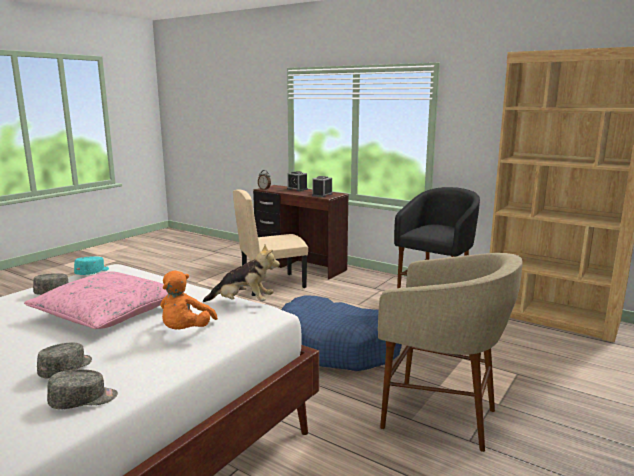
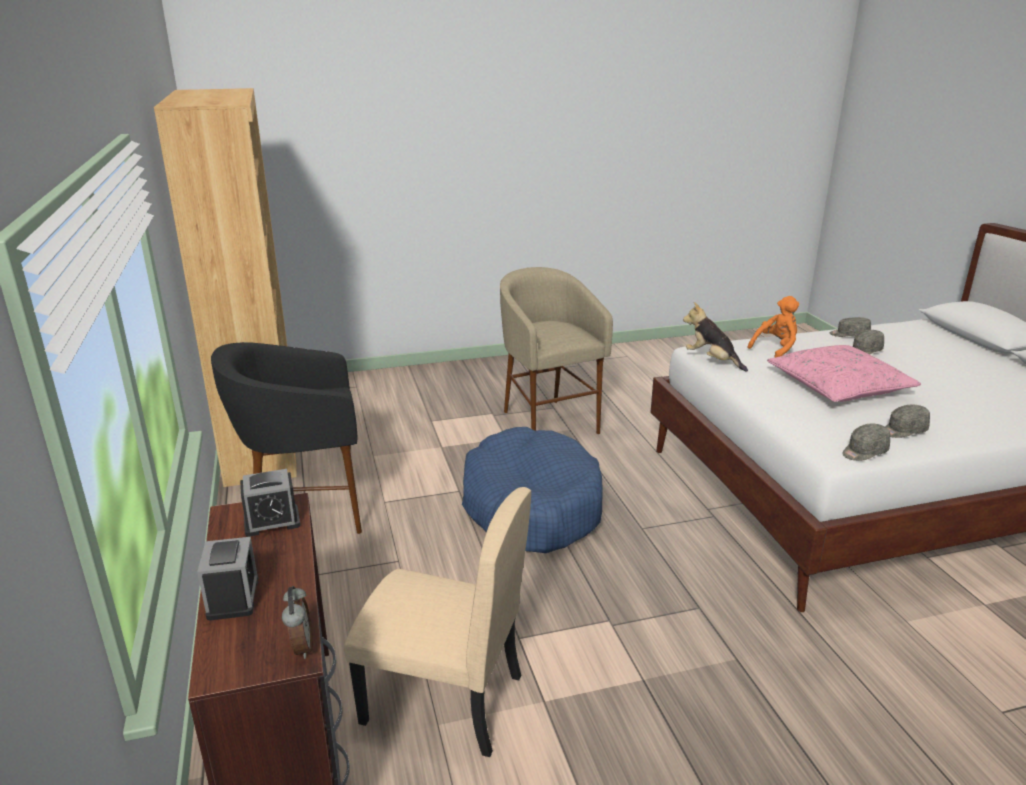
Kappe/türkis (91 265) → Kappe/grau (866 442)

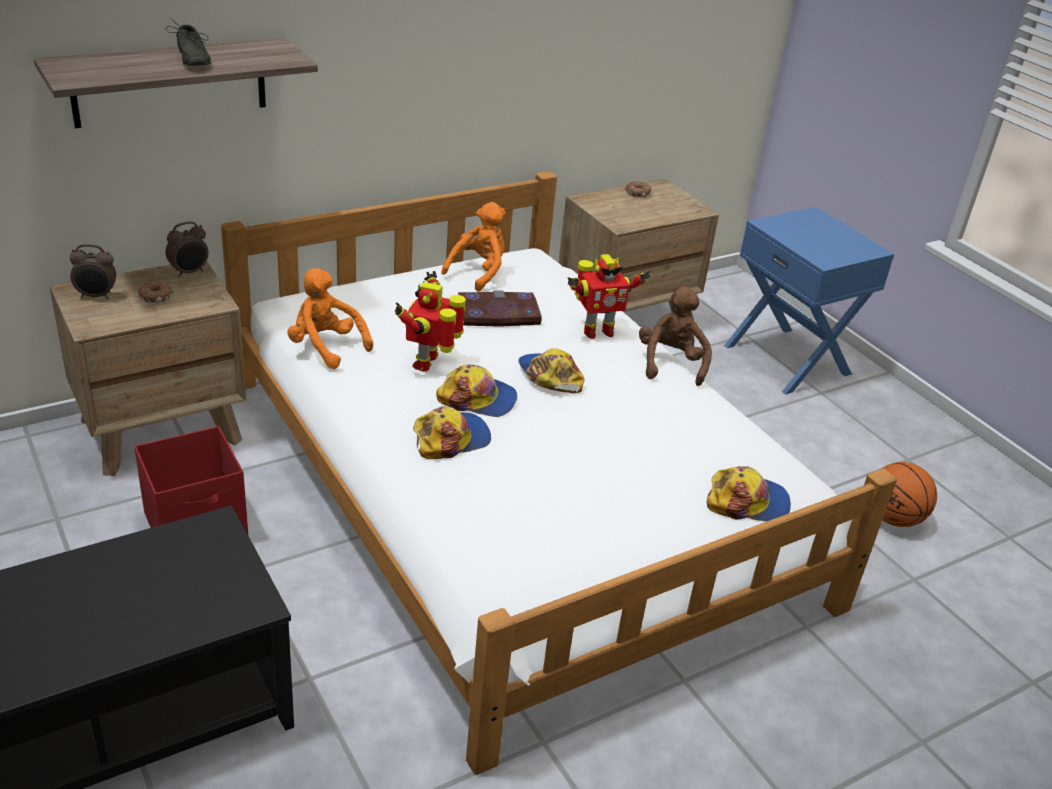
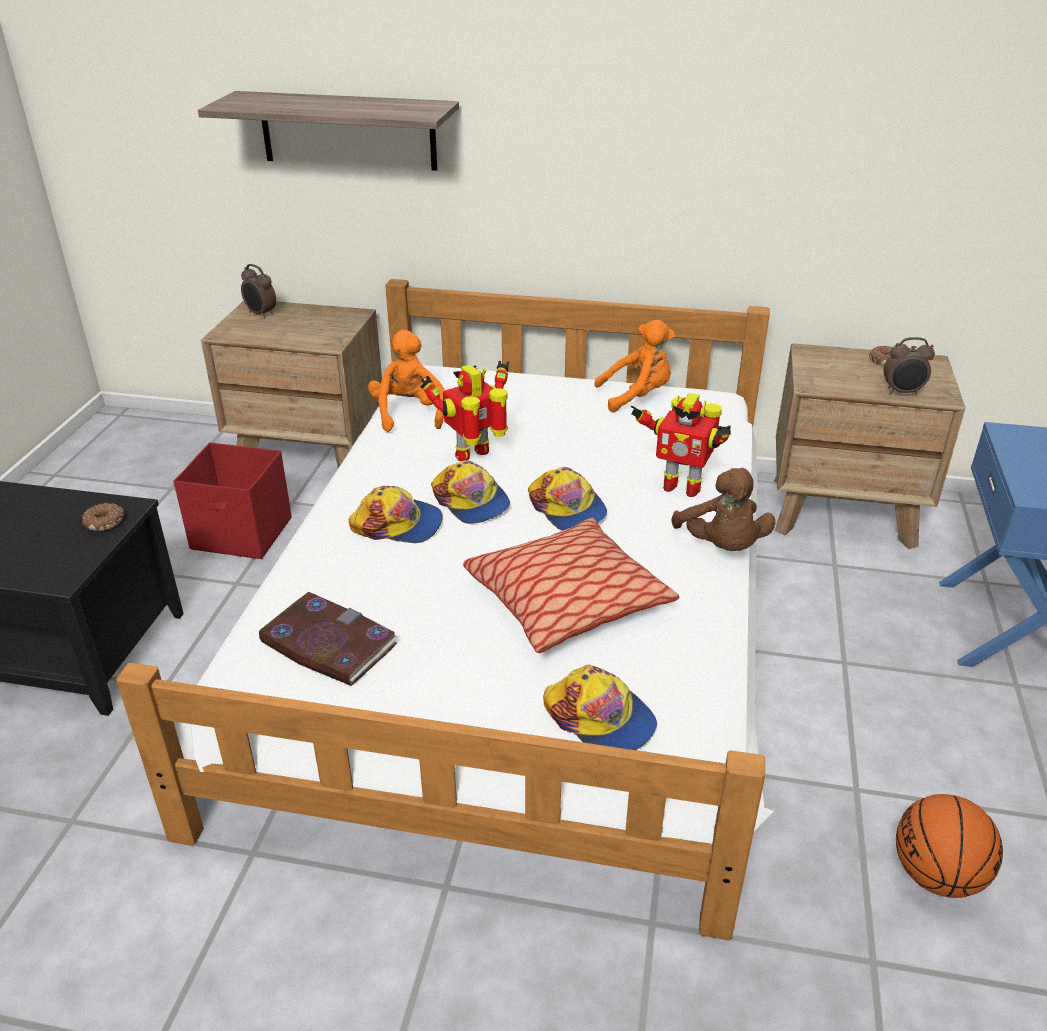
Schuh/grau (188 42) → -
Wecker (187 249) → Wecker (909 366), shifted
Donut (155 291) → Donut (103 517), shifted
Plüschtier/braun (675 336) → Plüschtier/braun (723 509), 120 degrees clockwise
Buch (500 309) → Buch (329 639), shifted
Kappe (551 370) → Kappe (567 499), 135 degrees clockwise
- → Kissen (571 585)

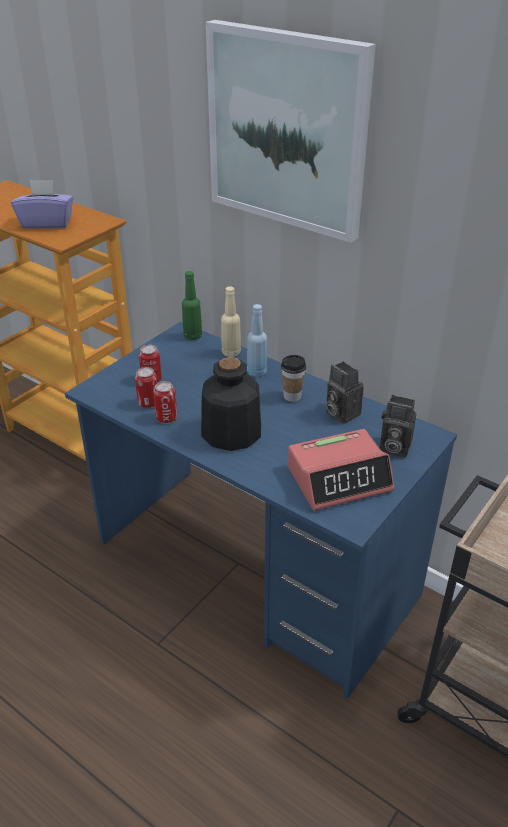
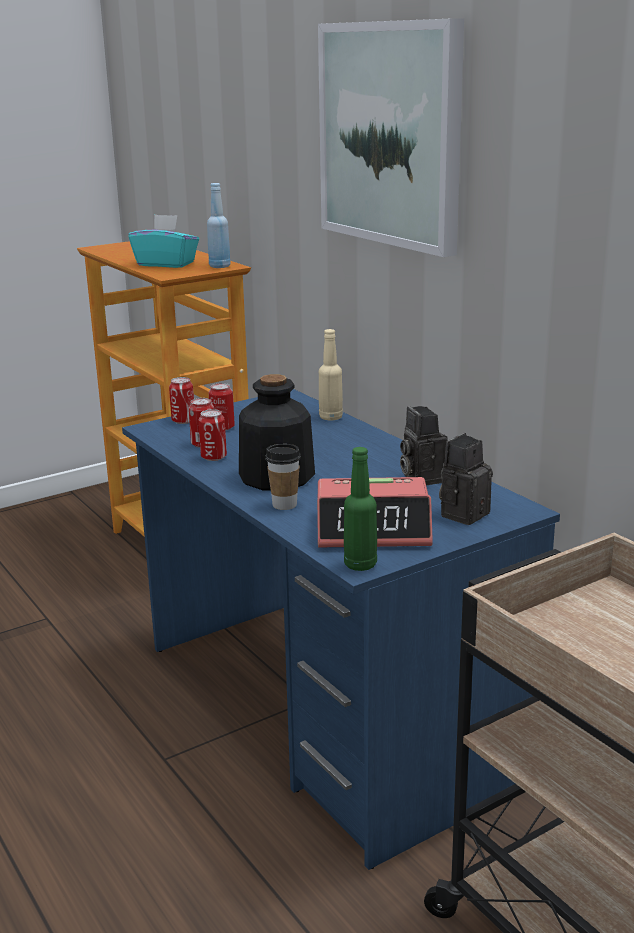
Taschentuchbox/lila (42 204) → Taschentuchbox/türkis (163 241)
Flasche/grün (192 305) → Flasche/grün (360 509), shifted
Flasche/blau (257 340) → Flasche/blau (219 225), shifted
Tasse (293 378) → Tasse (283 477), shifted
Kamera (398 426) → Kamera (466 479), 90 degrees clockwise
- → Dose (181 400)

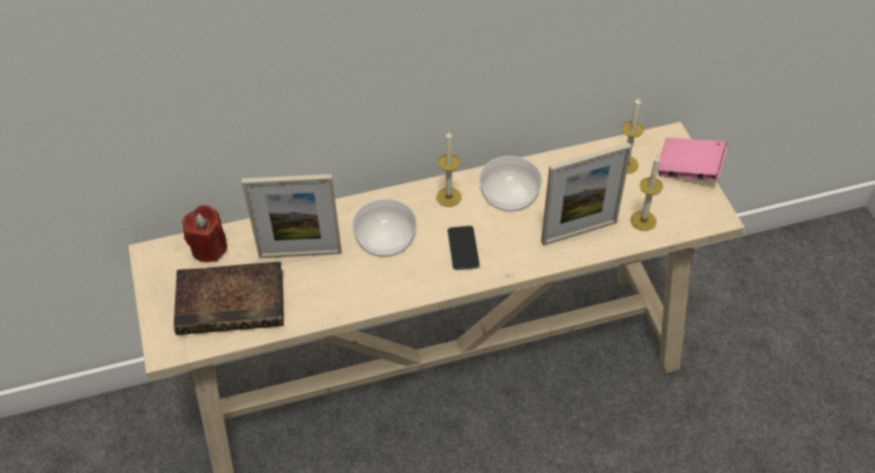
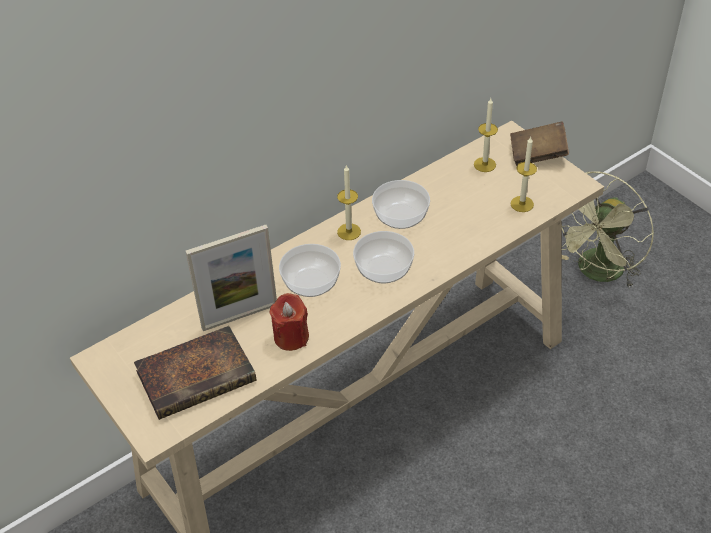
Buch/rosa (692 159) → Buch/braun (539 143)
Bilderrahmen (586 194) → -
Kerze/rot (204 233) → Kerze/rot (289 322), shifted
Handy (464 248) → Schüssel (383 257)
- → Ventilator/grün (607 230)

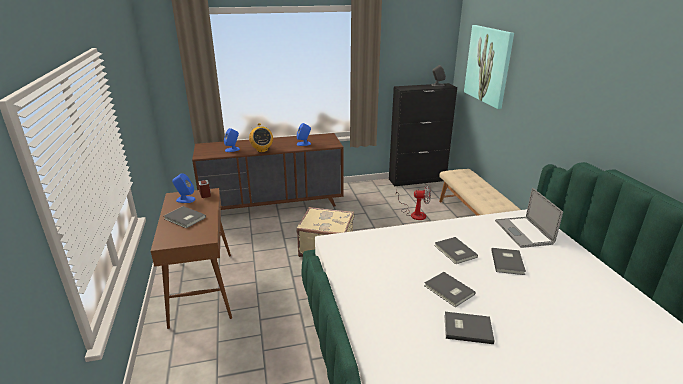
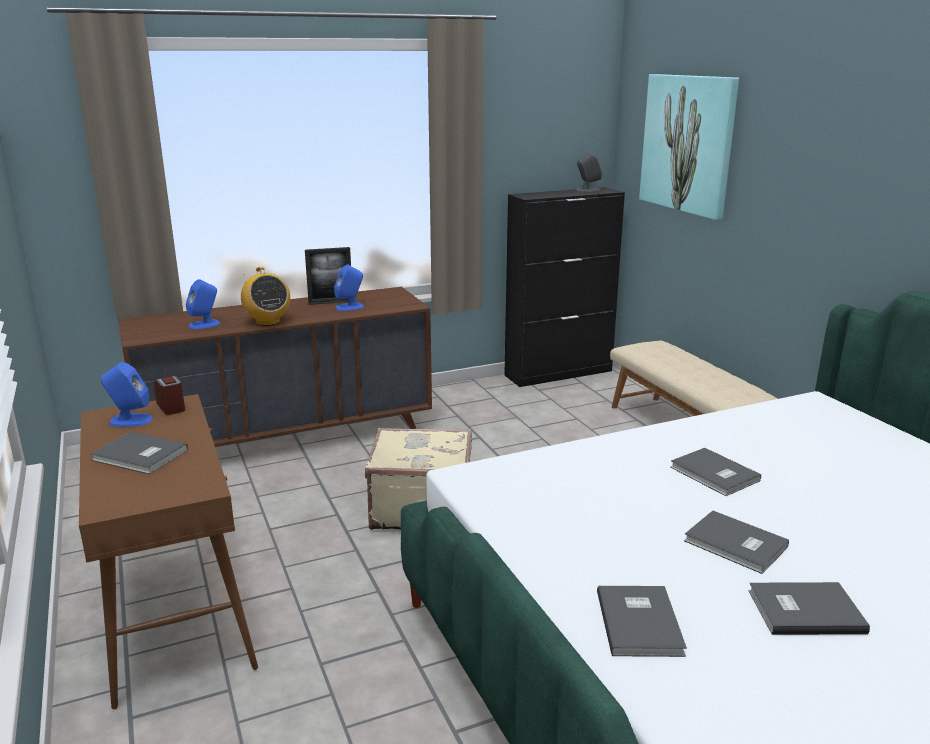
Ventilator (413 202) → -
Laptop (529 218) → -
Buch/grau (508 261) → Buch/grau (642 621), shifted
- → Bilderrahmen (328 276)

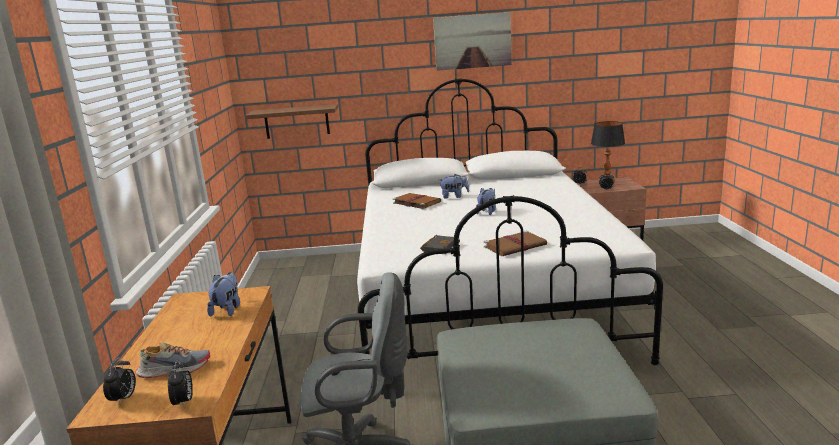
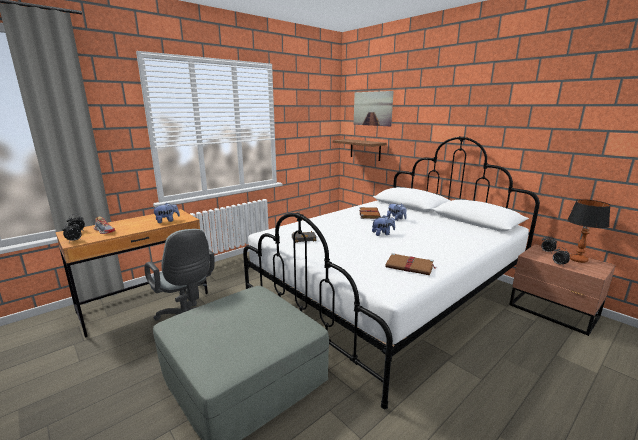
Bild (472 41) → Bild (374 108), shifted
Buch/braun (515 243) → Buch/braun (411 264), shifted

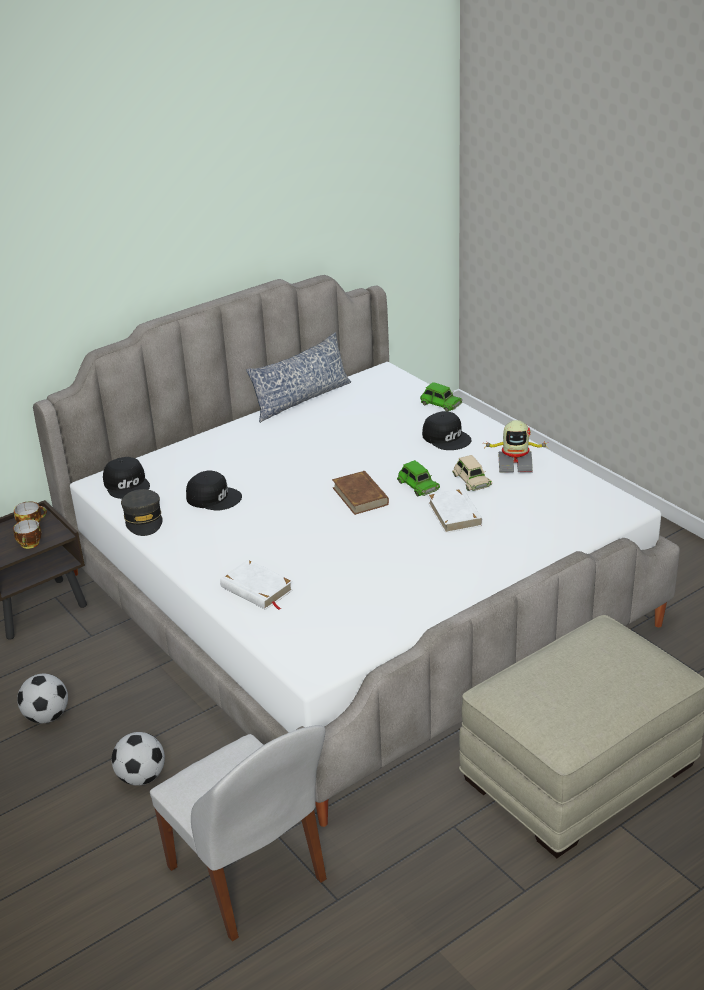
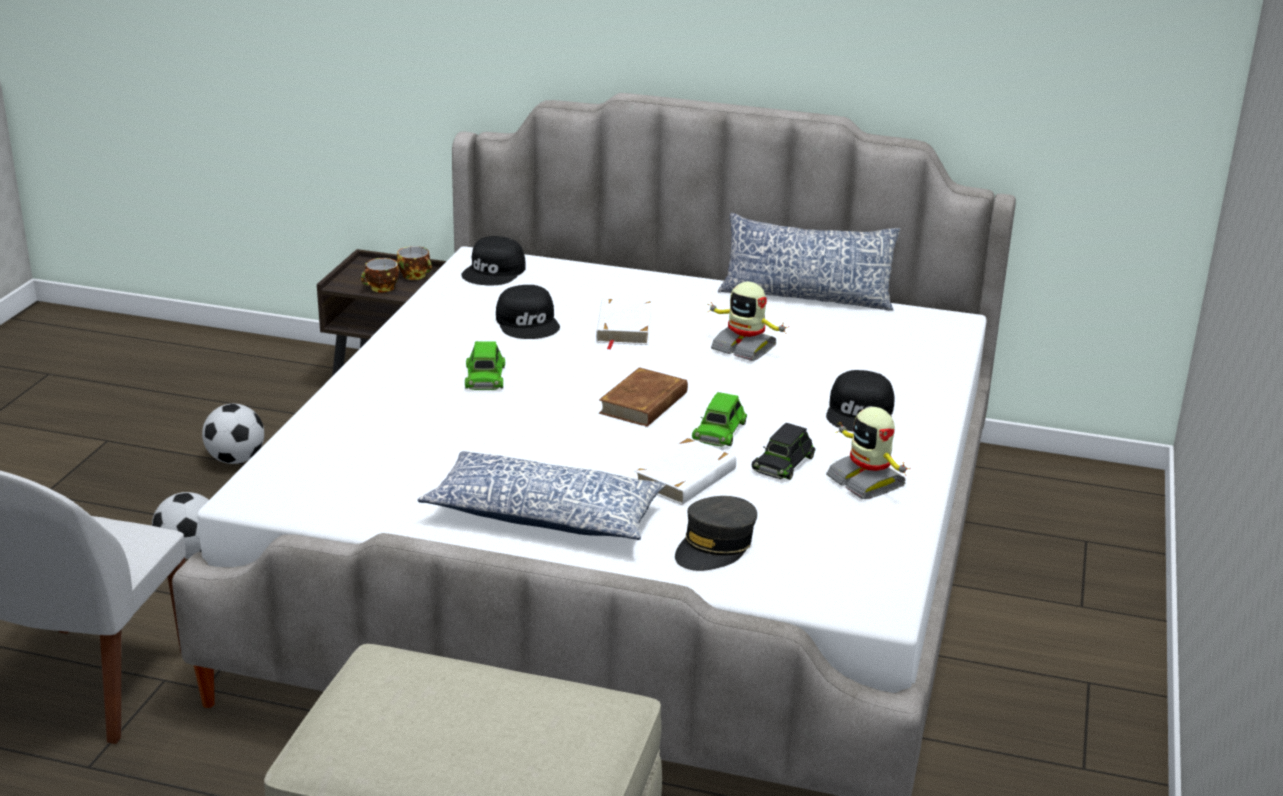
Spielzeugauto/grün (441 397) → Spielzeugauto/grün (485 365), shifted
Spielzeugauto/beige (472 473) → Spielzeugauto/schwarz (783 451)
Kappe/grau (142 512) → Kappe/grau (716 533), shifted
Buch/weiß (256 585) → Buch/weiß (624 324), shifted
- → Spielzeugroboter (747 321)
- → Kissen (542 495)

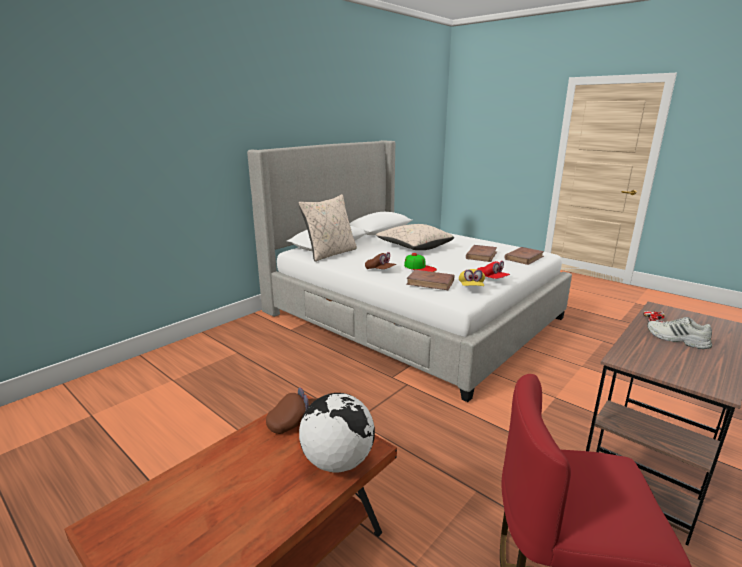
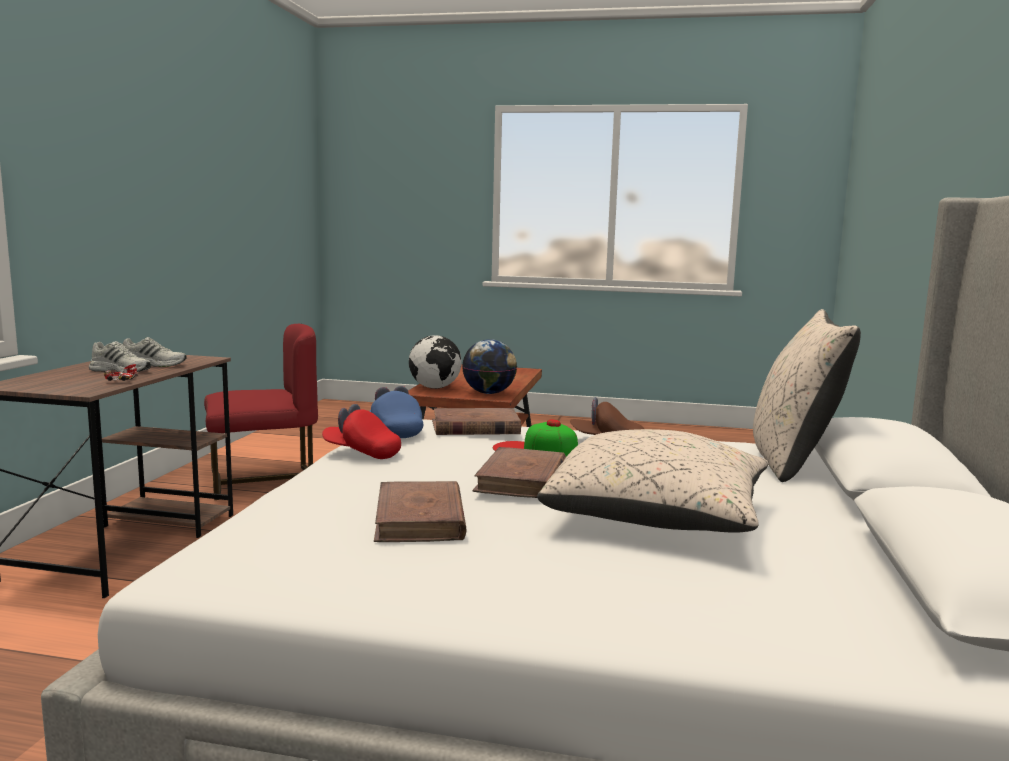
Buch/braun (524 256) → Buch/braun (519 472), shifted
Kappe/gelb (472 277) → Kappe/blau (396 412)
Kappe/braun (291 411) → Globus (489 366)
- → Schuh/weiß (155 352)

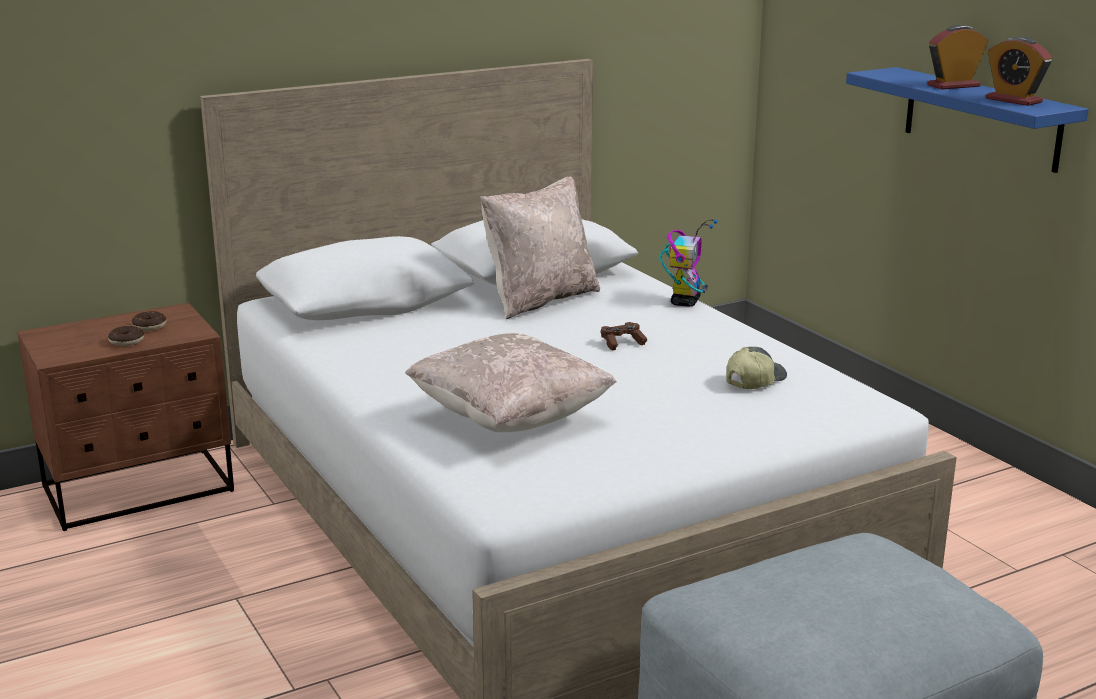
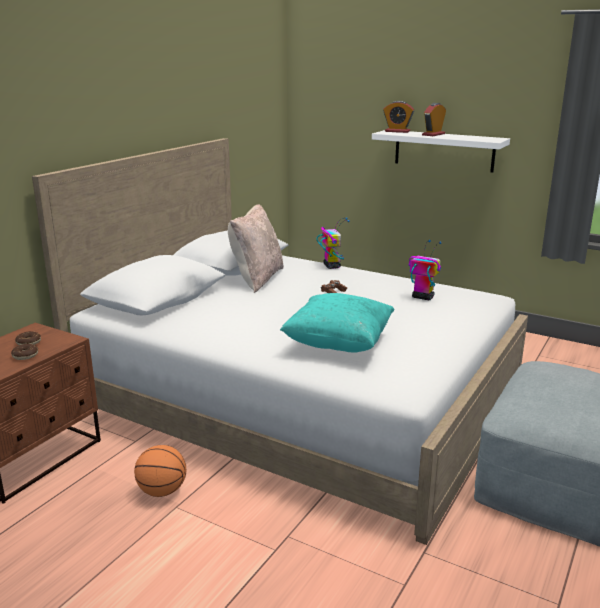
Wecker (1019 71) → Wecker (398 117), shifted
Wandregal/blau (967 120) → Wandregal/weiß (441 151)
Kissen/beige (511 382) → Kissen/türkis (337 323)
Kappe (756 368) → Spielzeugroboter (425 270)
- → Basketball (160 471)

